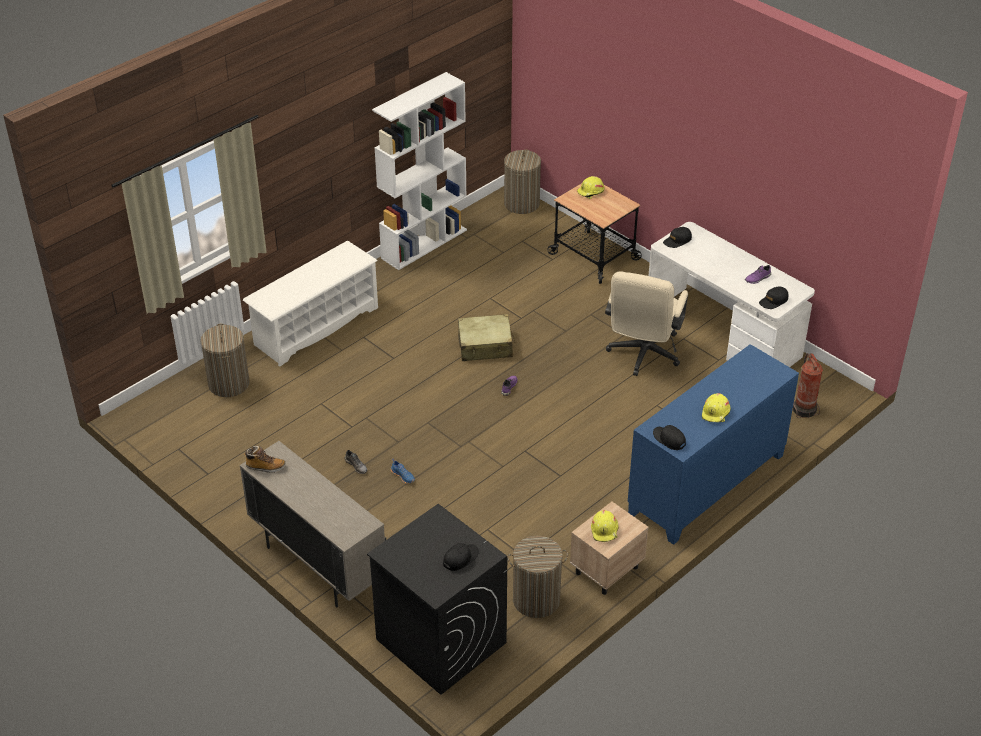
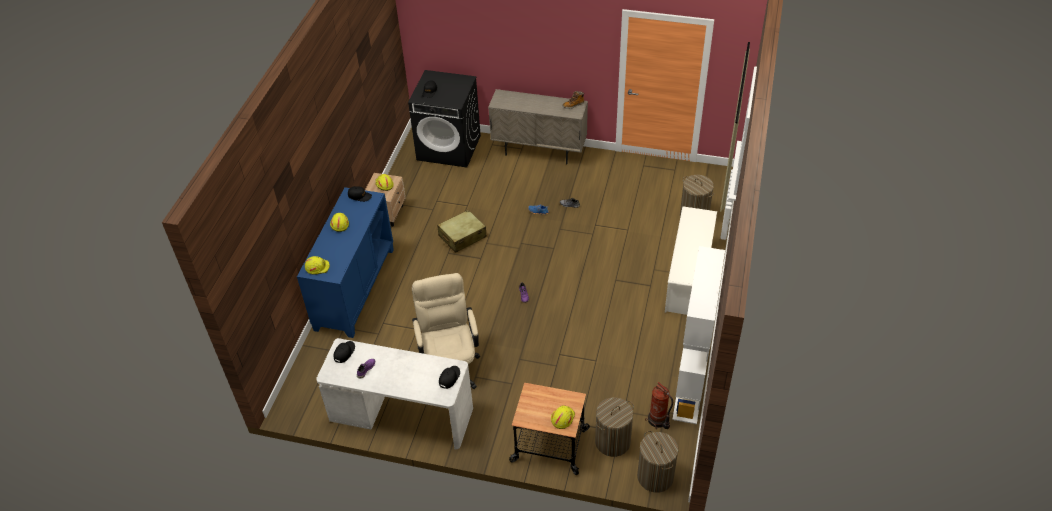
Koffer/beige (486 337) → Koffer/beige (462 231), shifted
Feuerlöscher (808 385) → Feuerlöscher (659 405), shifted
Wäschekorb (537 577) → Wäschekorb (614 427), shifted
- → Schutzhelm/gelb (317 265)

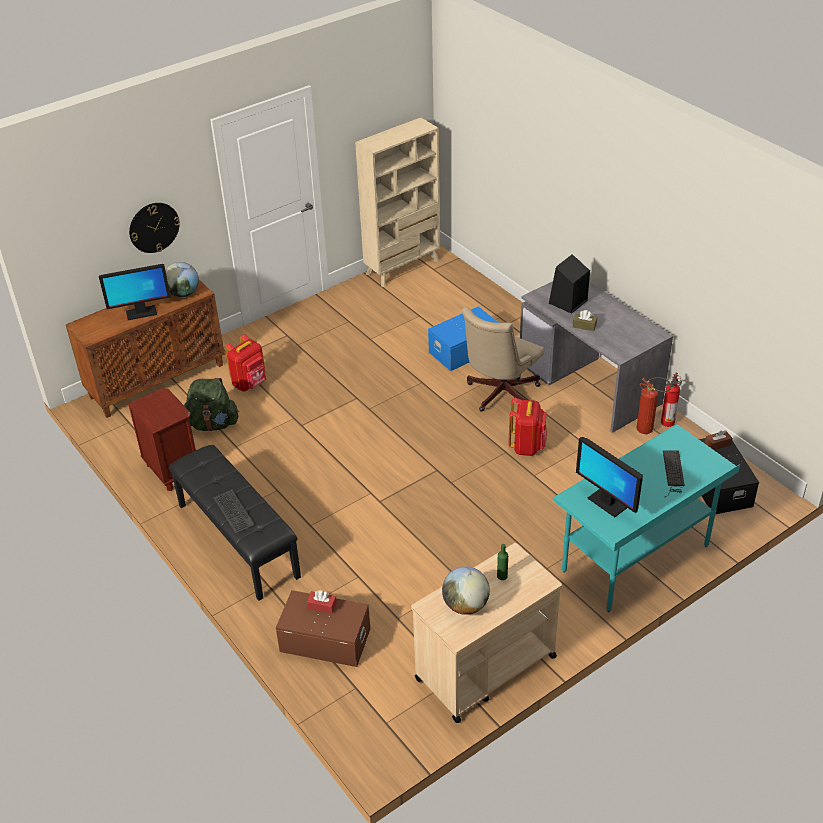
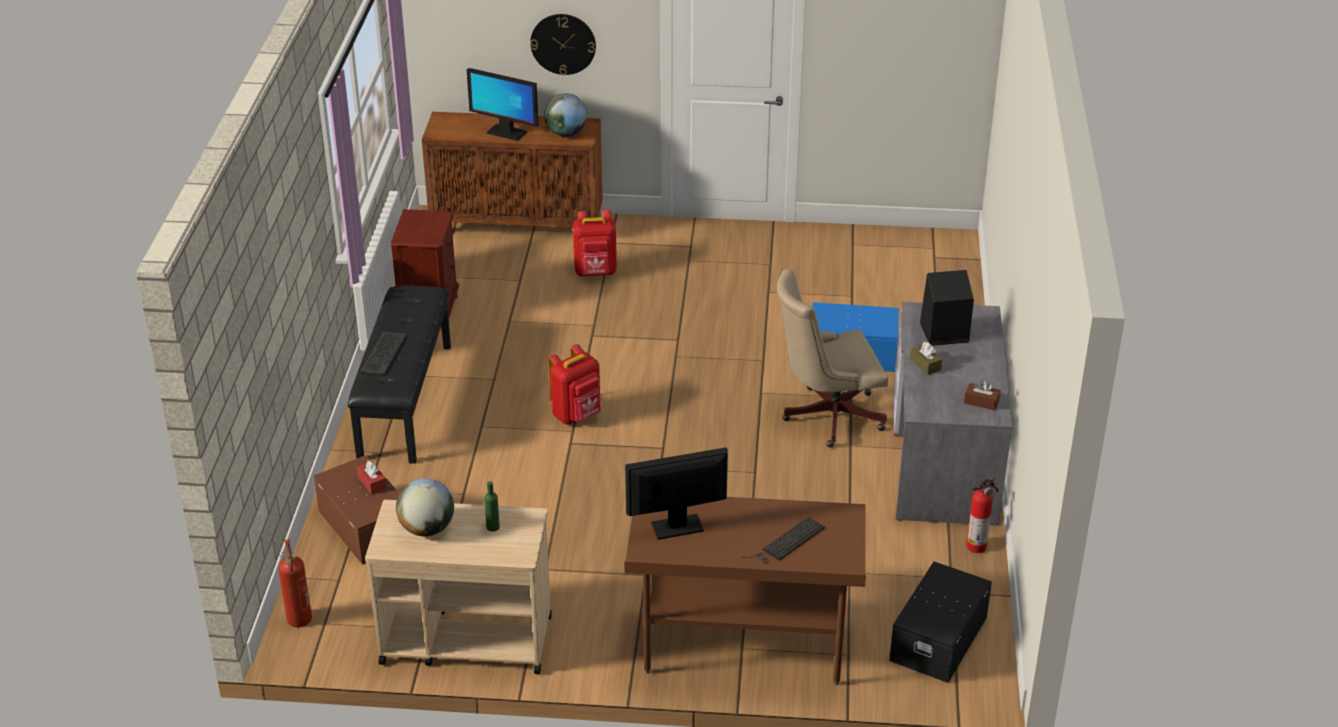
Bücherregal/beige (397 202) → -
Feuerlöscher (654 405) → Feuerlöscher (295 583), shifted
Rucksack/grün (211 404) → -
Rucksack/rot (528 426) → Rucksack/rot (574 384), shifted
Schreibtisch/türkis (646 518) → Schreibtisch/braun (745 591)
Taschentuchbox/braun (718 440) → Taschentuchbox/braun (982 395), shifted
Monitor (609 477) → Monitor (676 493), 75 degrees clockwise

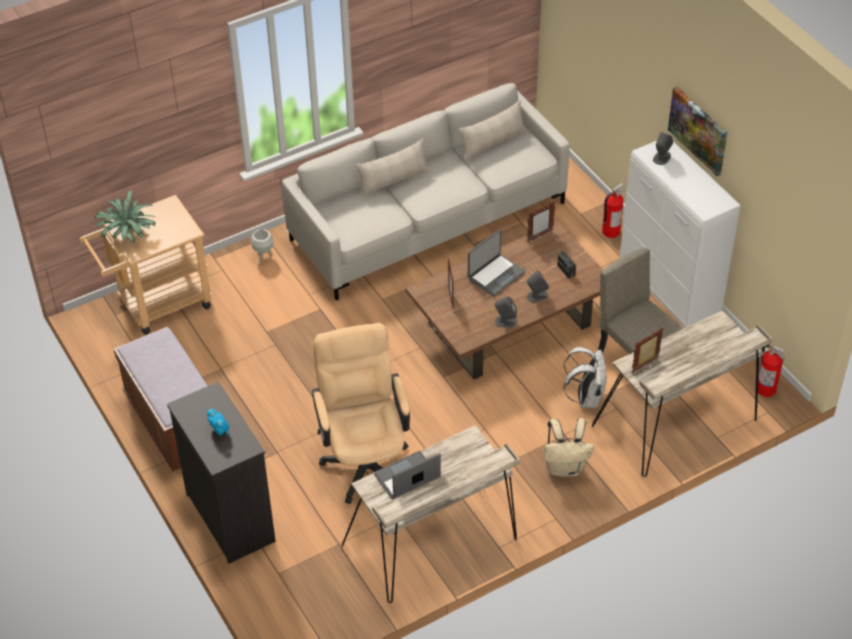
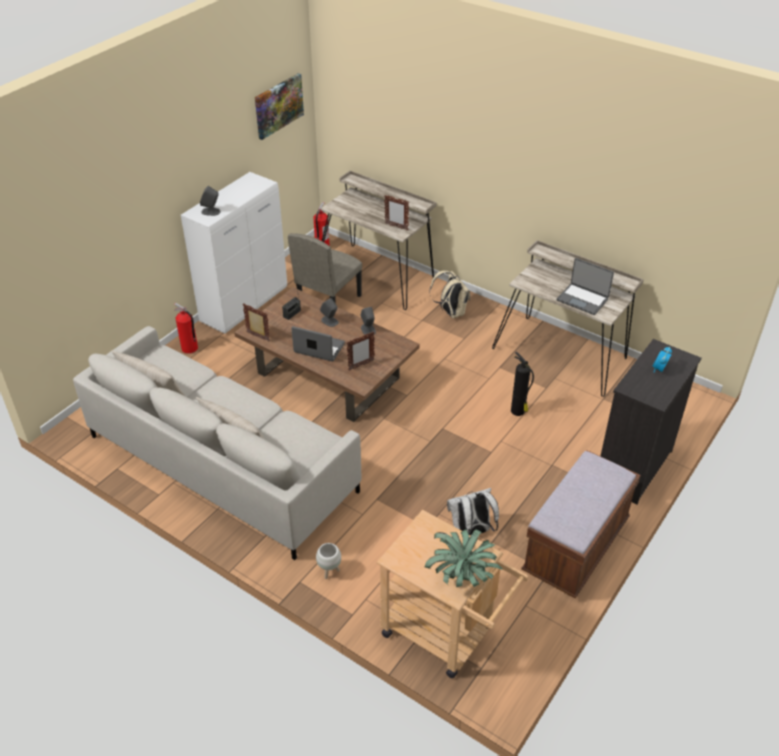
Bild (697 131) → Bild (279 106), shifted
Bürostuhl/beige (361 413) → Feuerlöscher (522 384)
Rucksack/weiß (585 377) → Rucksack/weiß (473 511), shifted

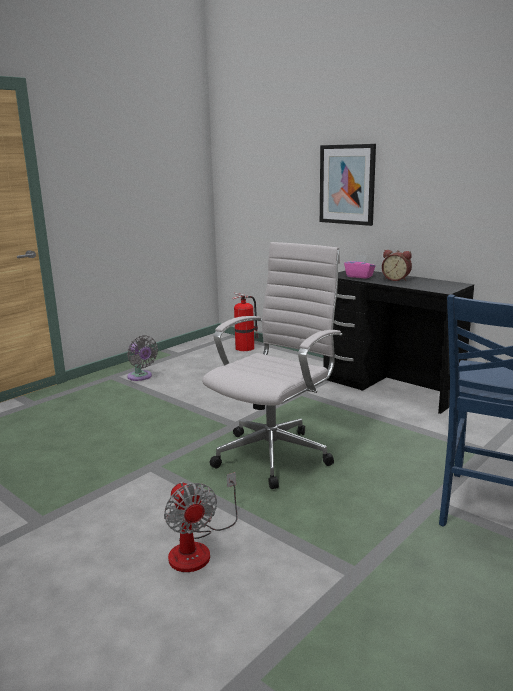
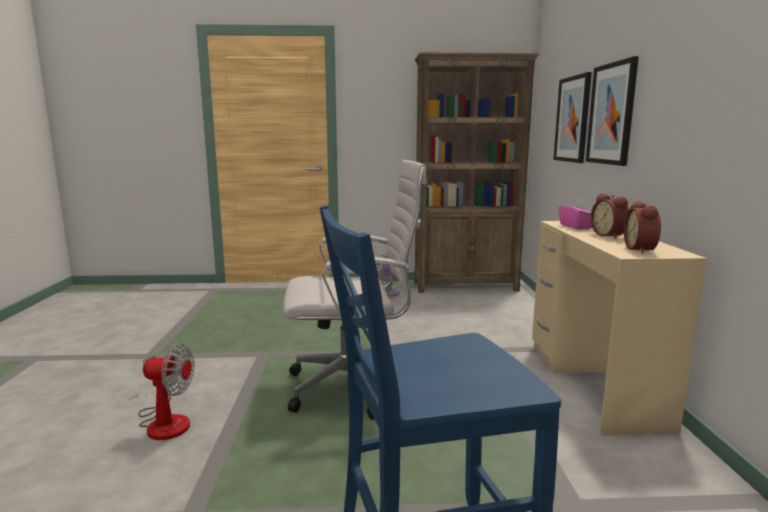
Schreibtisch/schwarz (398 342) → Schreibtisch/beige (619 328)
Feuerlöscher (245 322) → -
Ventilator (201 522) → Ventilator (166 392), 105 degrees counterclockwise
- → Bücherregal/braun (477 172)
- → Bild (572 117)
- → Wecker (642 227)

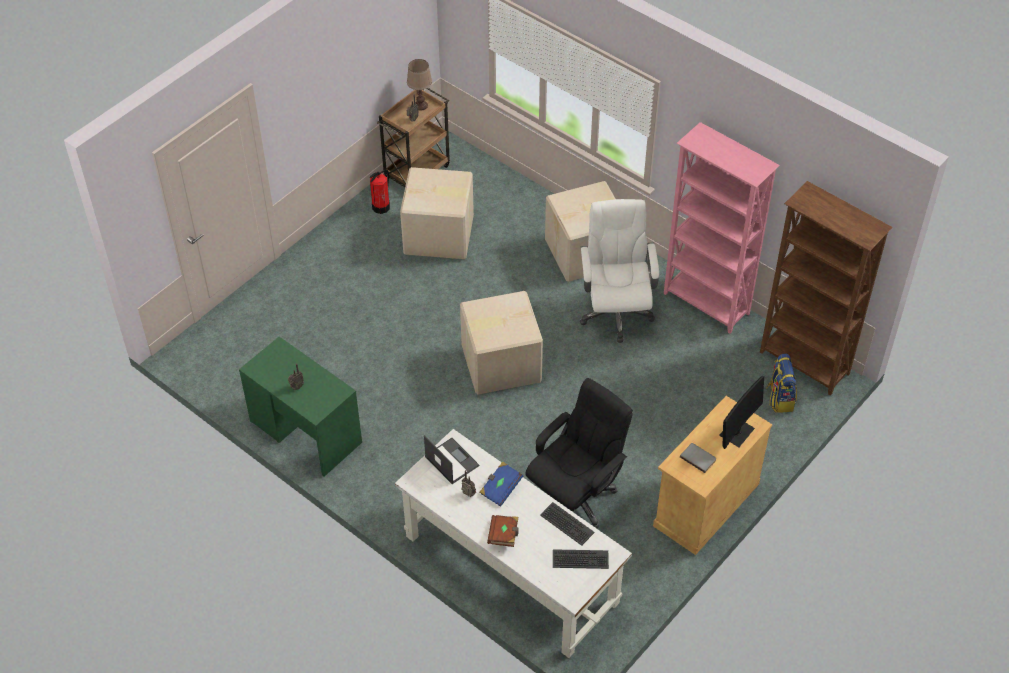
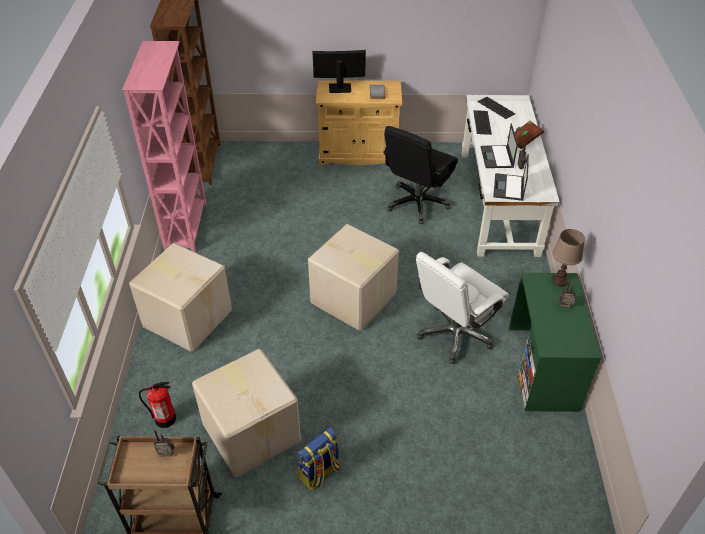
Tischlampe/braun (419 85) → Tischlampe/braun (568 257), shifted
Feuerlöscher (380 192) → Feuerlöscher (158 405), shifted
Bürostuhl/weiß (619 271) → Bürostuhl/weiß (462 308), shifted
Rucksack (781 382) → Rucksack (318 458), shifted
Bürostuhl/schwarz (579 453) → Bürostuhl/schwarz (420 175), 60 degrees counterclockwise
Buch/blau (501 484) → Laptop (499 145)

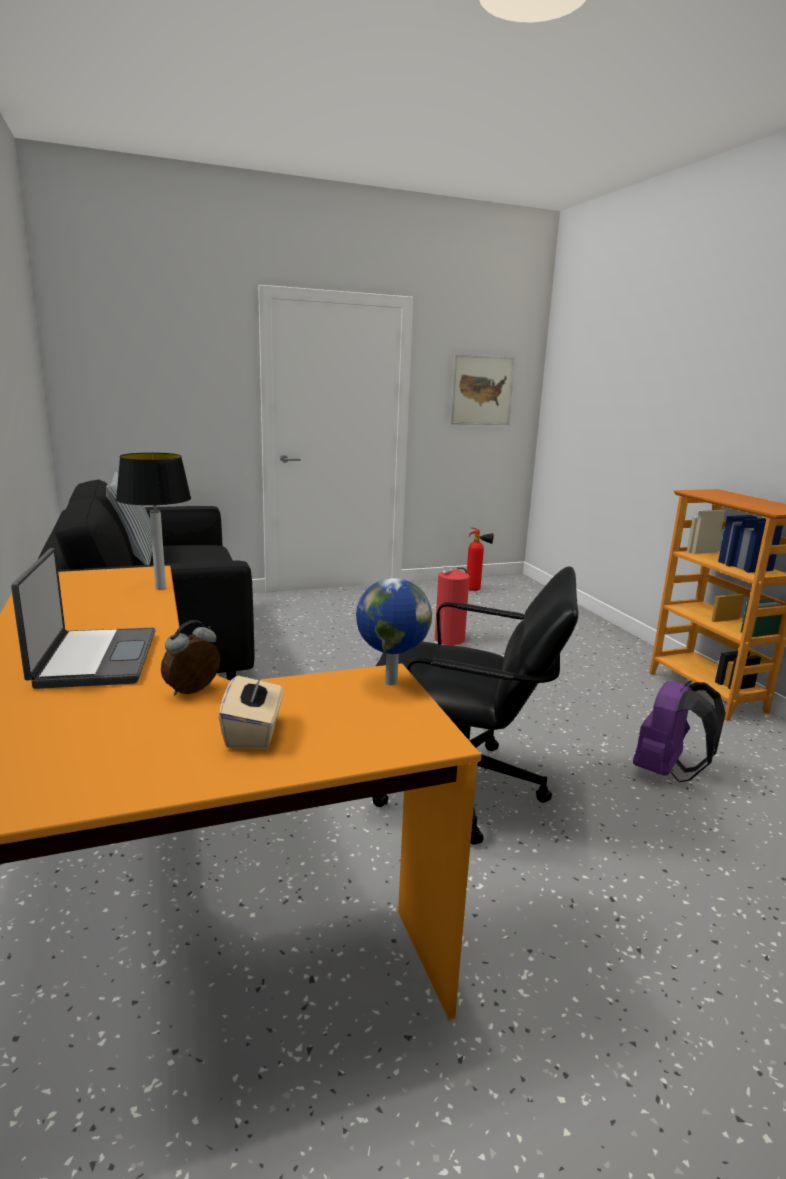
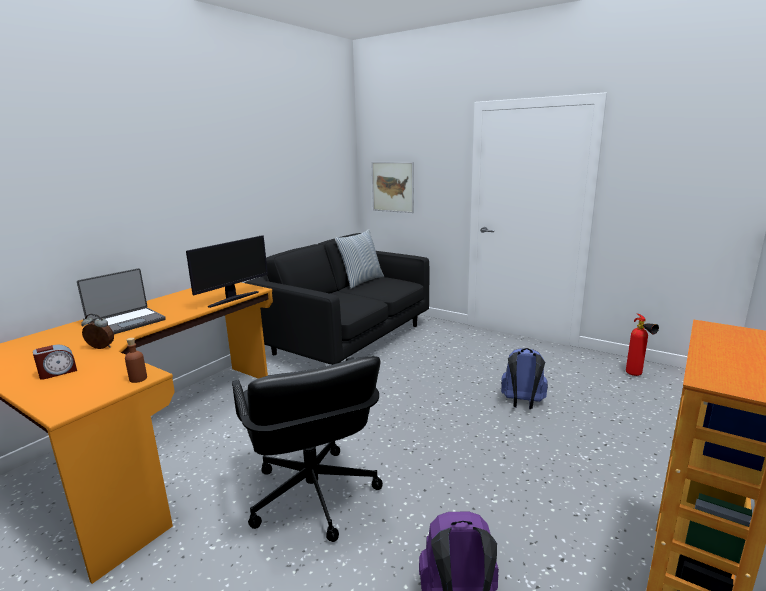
Bild (482 389) → Bild (392 187), shifted
Tischlampe (153 521) → Monitor (227 271)
Feuerlöscher (452 605) → Rucksack/blau (524 378)
Globus (394 631) → Flasche/braun (136 360)
Taschentuchbox/beige (251 709) → Wecker (55 362)

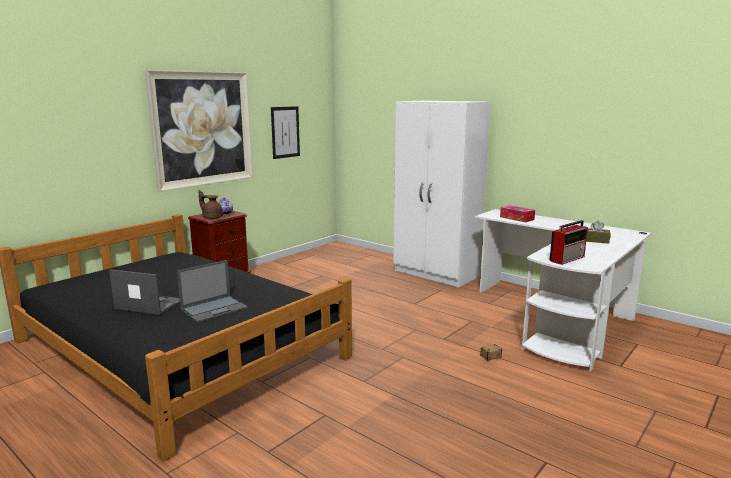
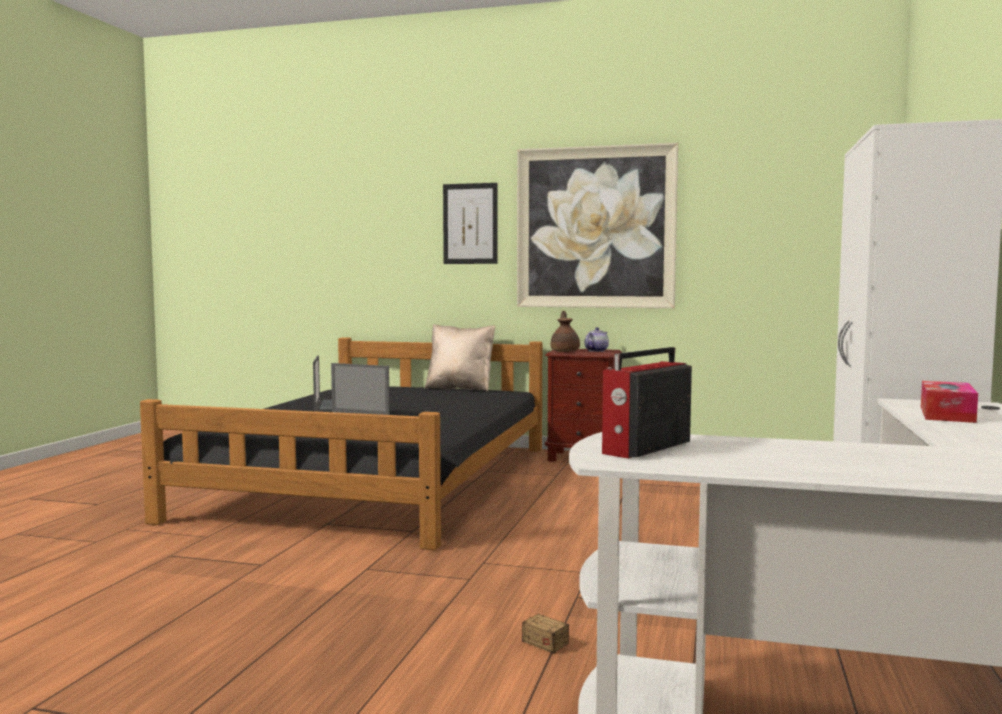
Bild (285 132) → Bild (470 223), shifted
Radio (568 242) → Radio (647 403), 105 degrees clockwise
Taschentuchbox/braun (598 232) → -
- → Kissen/beige (459 357)

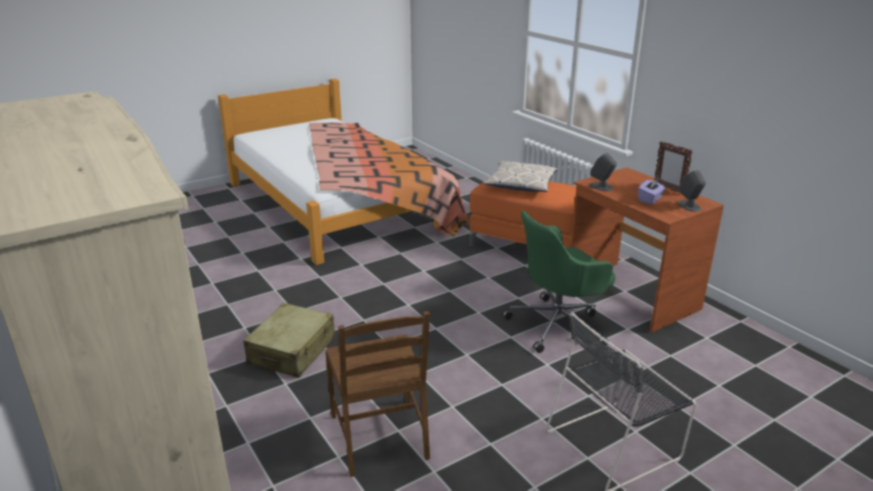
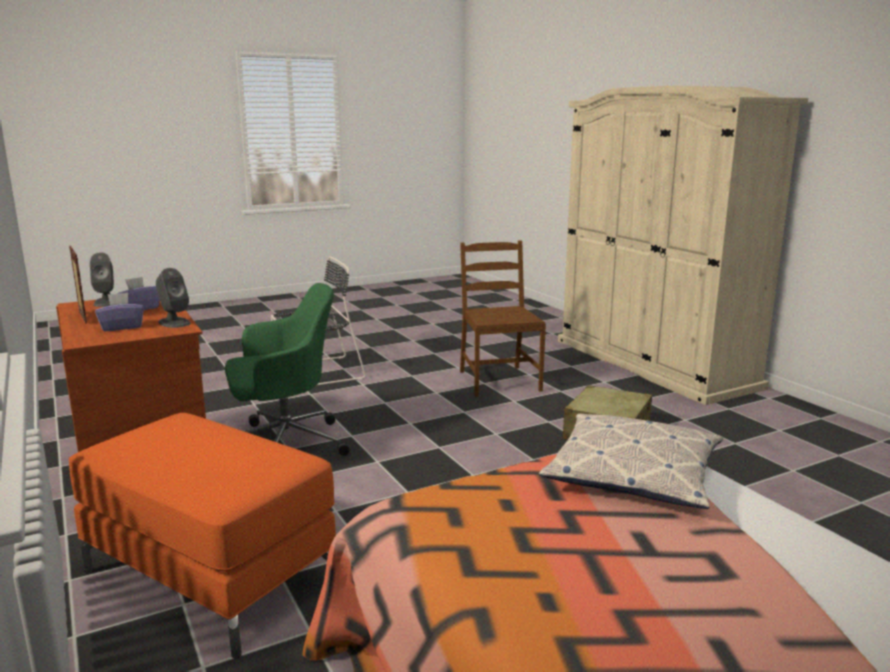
Kissen (520 176) → Kissen (631 461), shifted
- → Taschentuchbox/lila (119 311)

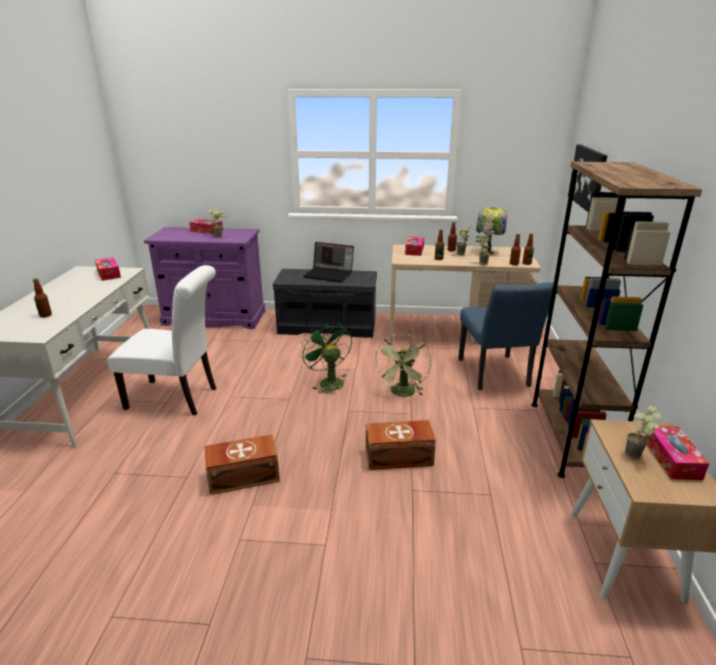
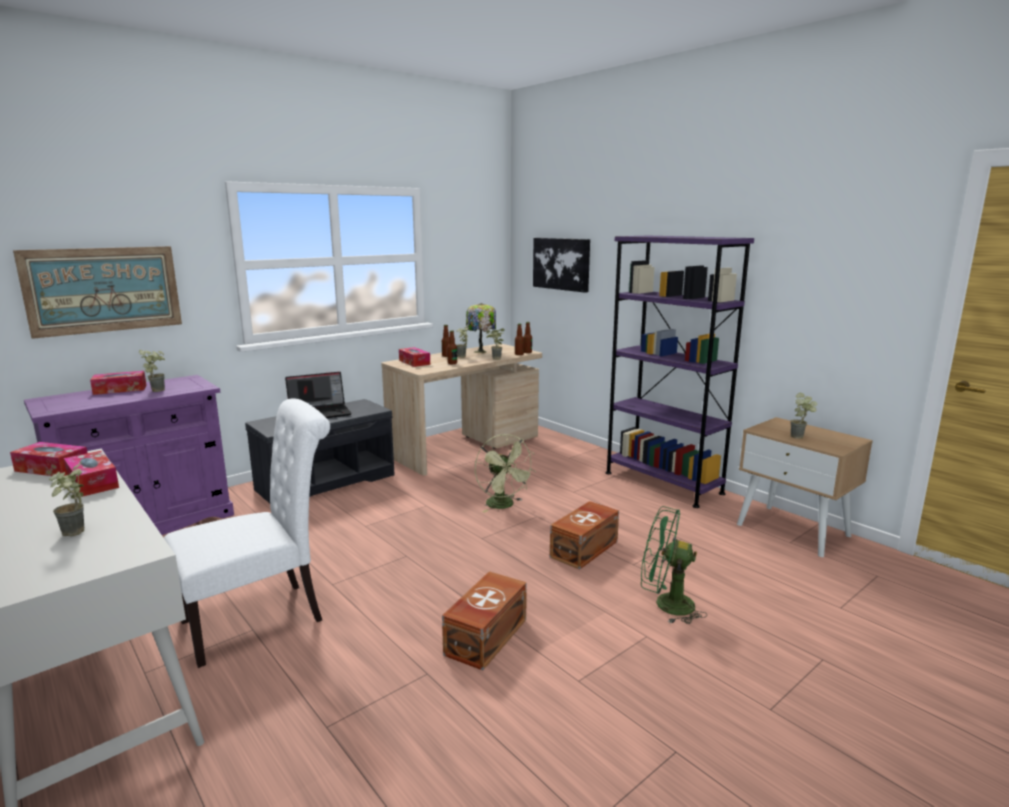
Bücherregal/braun (616 320) → Bücherregal/lila (680 372)
Flasche (42 297) → Topfpflanze (66 498)
Stuhl/blau (506 336) → -
Ventilator/grün (326 358) → Ventilator/grün (674 565), shifted
Taschentuchbox (678 453) → Taschentuchbox (91 474), shifted
- → Bild (97 292)

